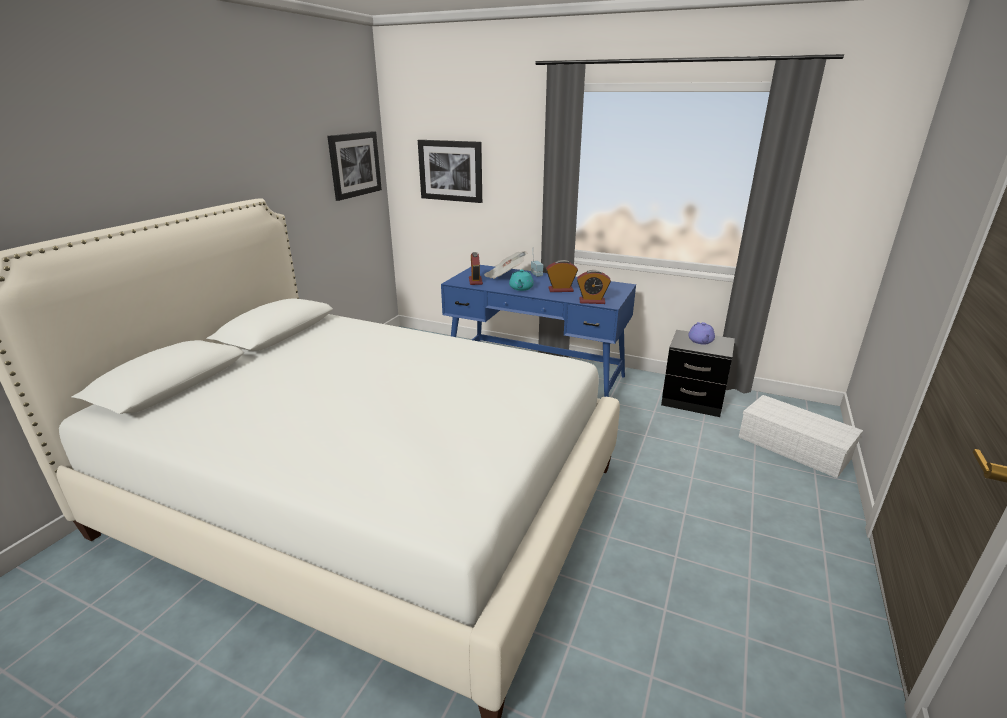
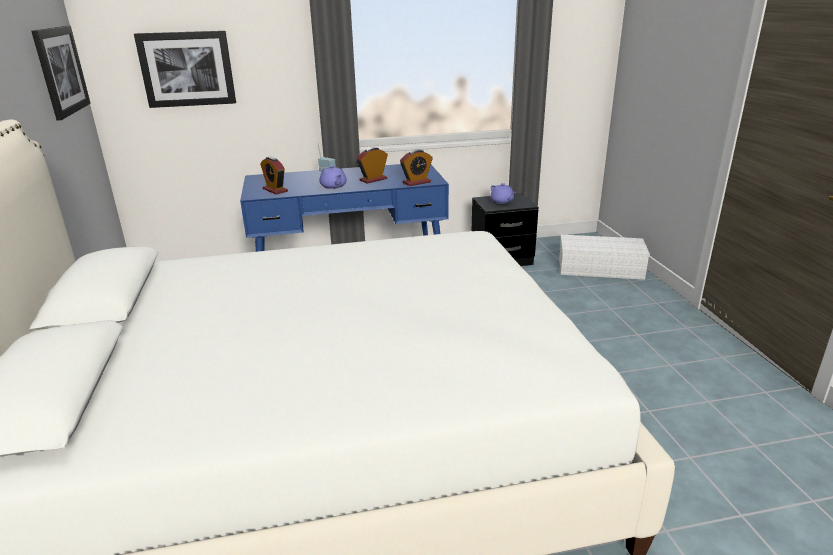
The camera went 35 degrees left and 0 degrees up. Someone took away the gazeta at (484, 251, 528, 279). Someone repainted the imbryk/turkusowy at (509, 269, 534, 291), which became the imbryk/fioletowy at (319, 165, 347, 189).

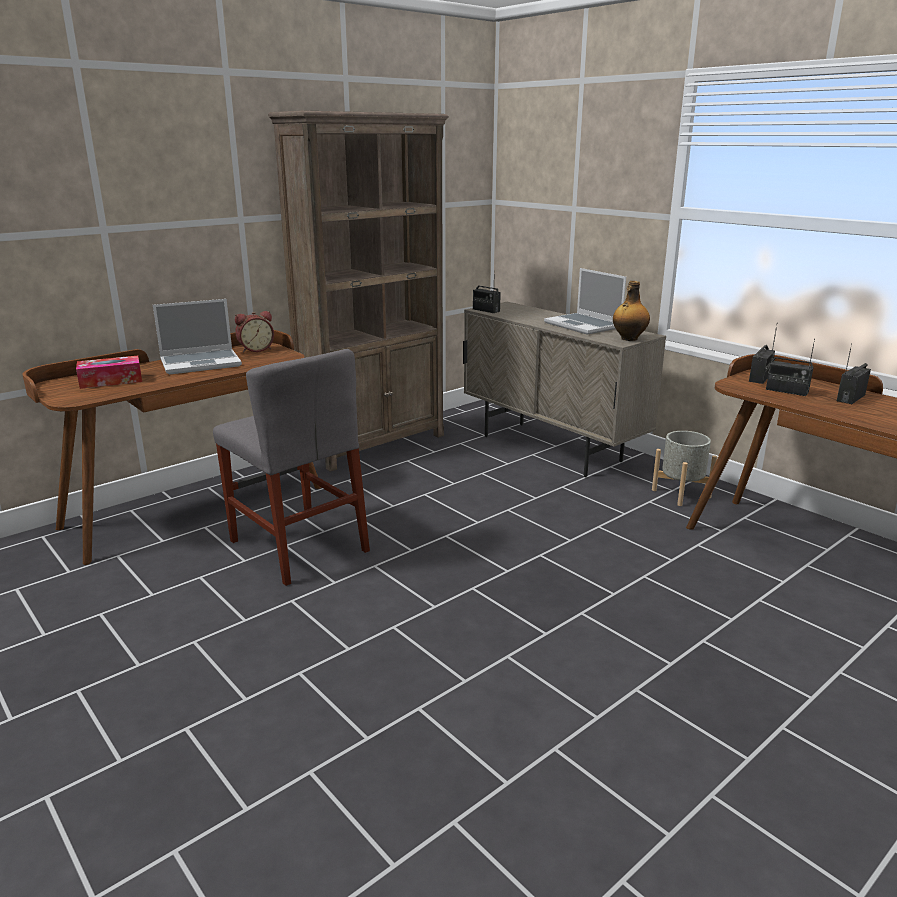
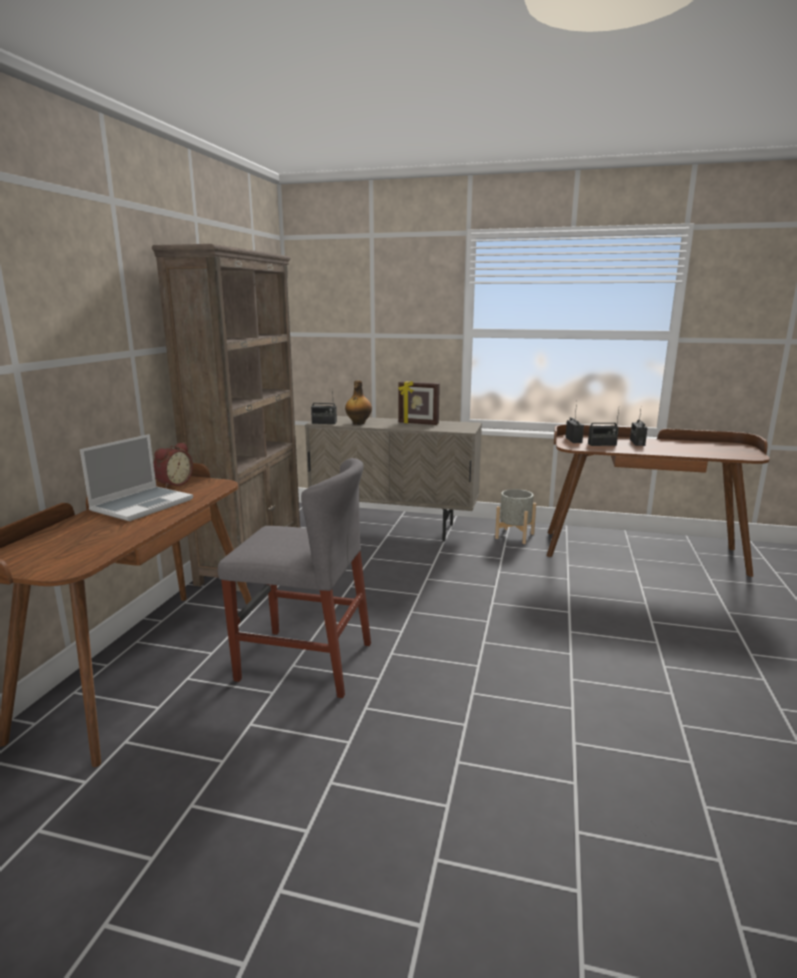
The camera went 35 degrees left and 5 degrees down. Someone took away the pudełko chusteczek at (76, 356, 142, 389). Someone swapped the laptop at (544, 268, 626, 335) for the ramka na zdjęcie at (398, 381, 440, 425). Someone carried the butelka from (613, 281, 650, 341) to (345, 380, 372, 425).

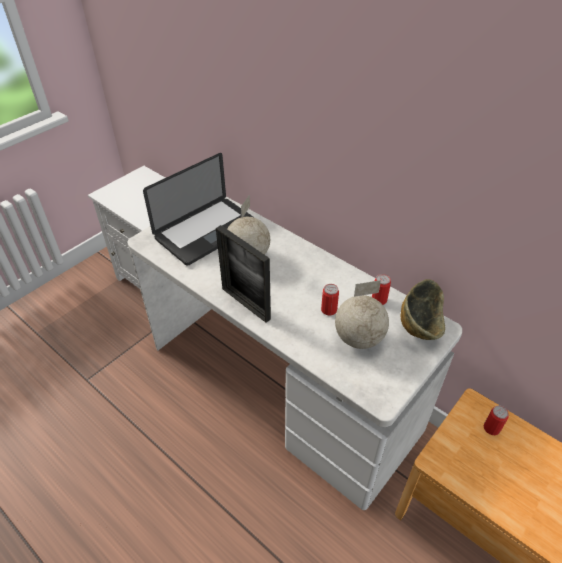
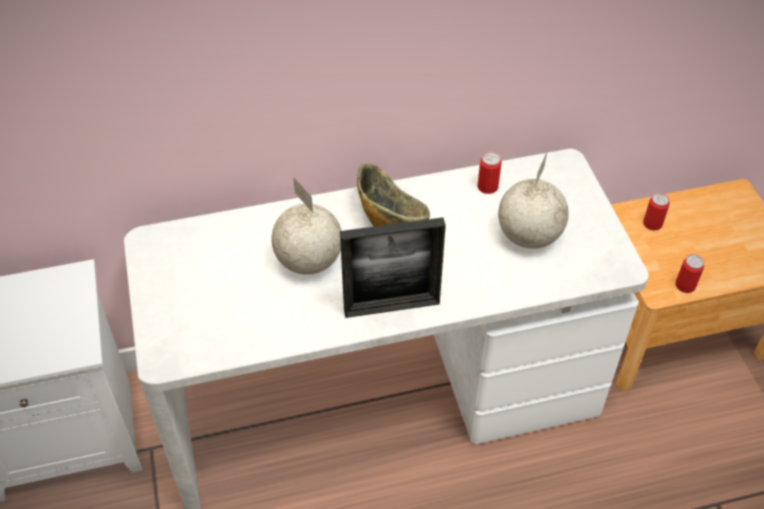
The camera went 55 degrees left and 5 degrees up. Someone took away the laptop at (143, 153, 253, 266). Someone carried the puszka from (321, 284, 339, 315) to (675, 254, 704, 293). Someone carried the miska from (401, 279, 445, 340) to (357, 163, 430, 226).

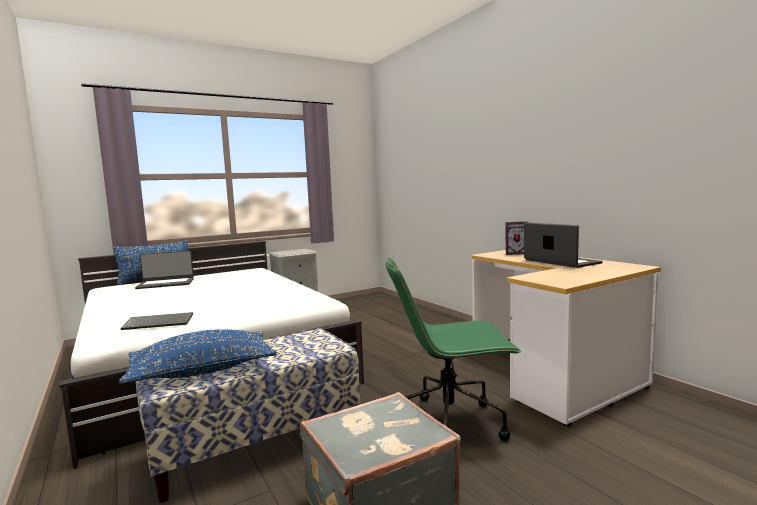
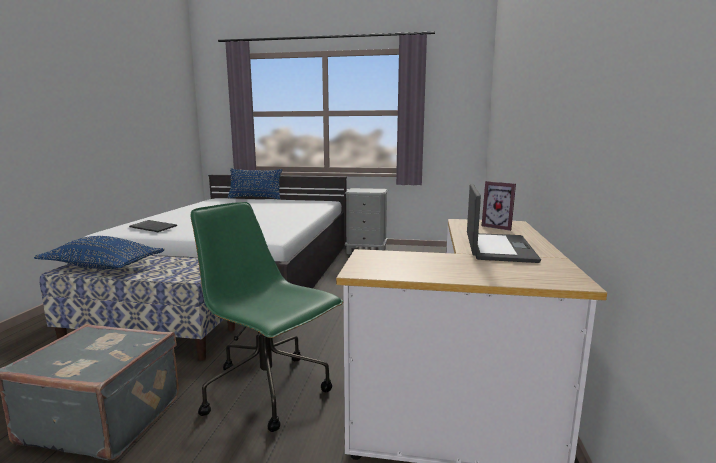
The camera went 40 degrees right and 5 degrees up. Someone took away the laptop at (135, 250, 194, 289).

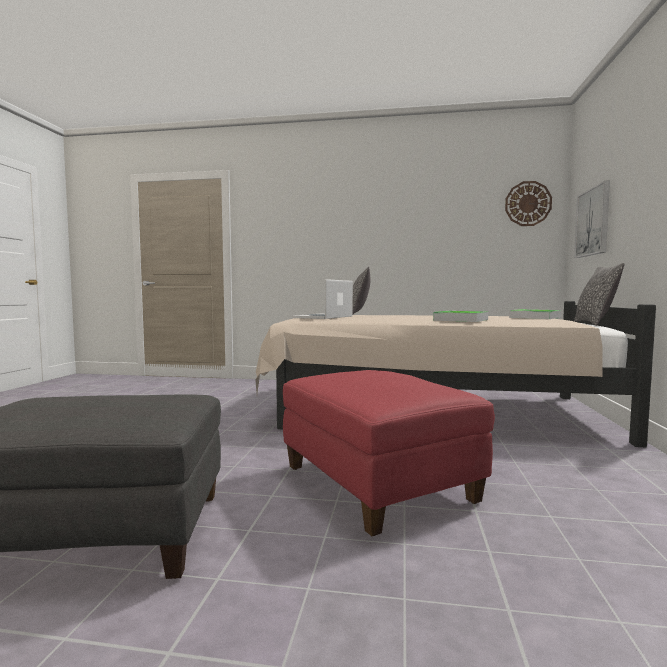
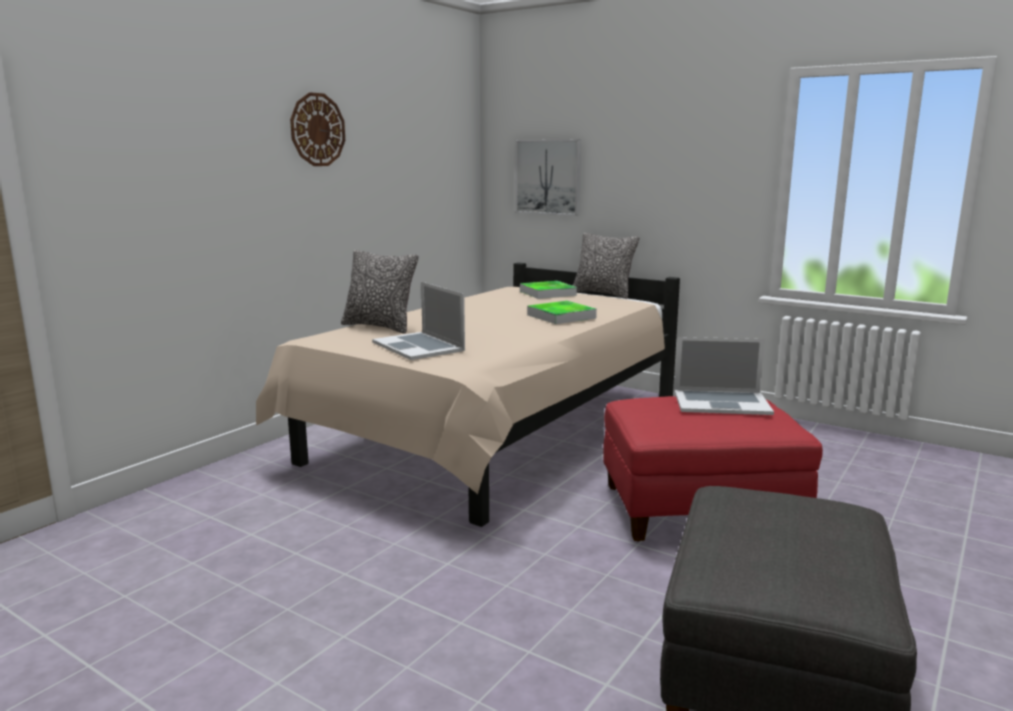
The camera went 65 degrees left and 10 degrees up. Someone carried the zegar ścienny from (505, 181, 552, 226) to (290, 92, 345, 166). Someone put down the laptop at (674, 337, 774, 415).

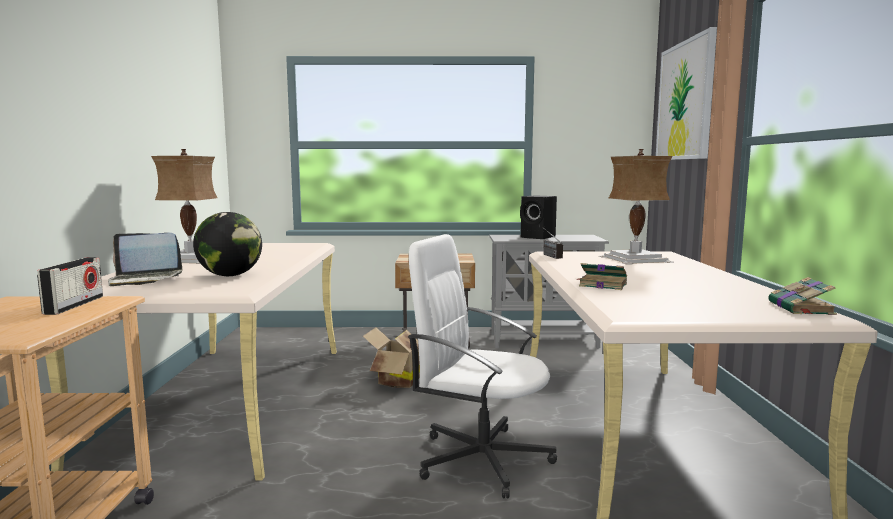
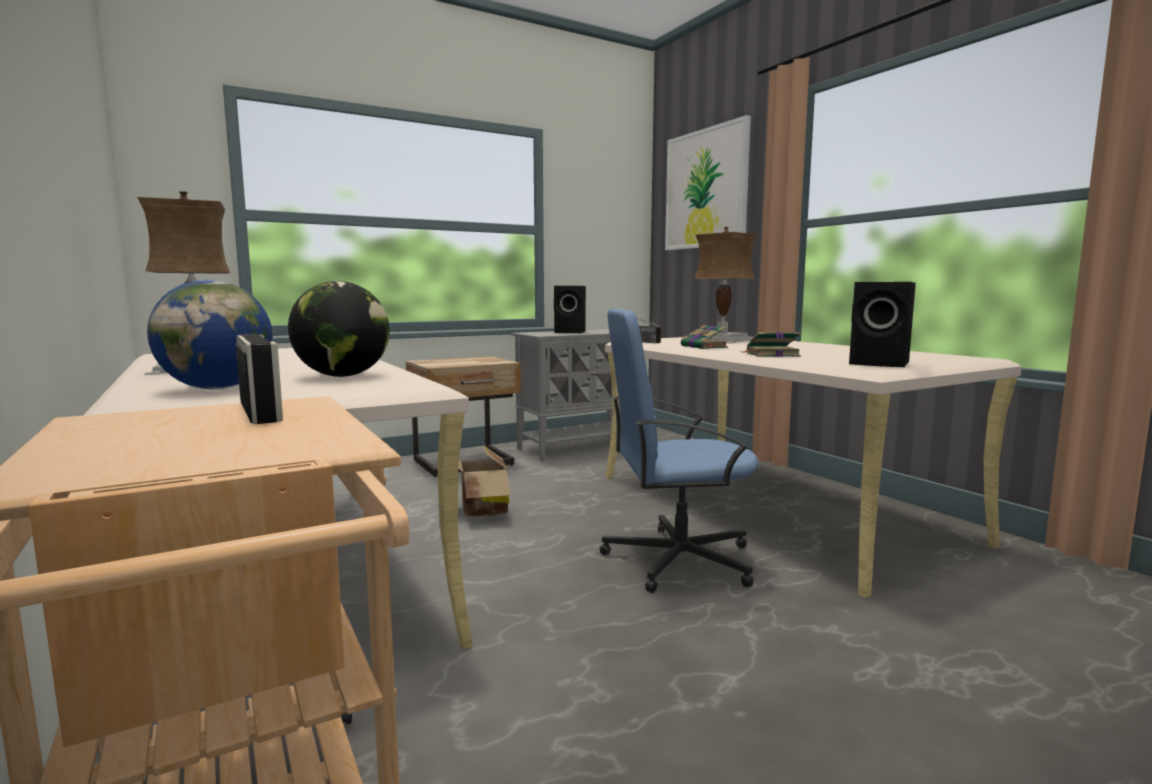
The camera went 30 degrees left and 0 degrees up. Someone swapped the laptop at (108, 233, 183, 286) for the globus at (147, 280, 273, 389). Someone repainted the krzesło biurowe/biały at (408, 234, 557, 499), which became the krzesło biurowe/niebieski at (600, 309, 758, 593). Someone carried the książka from (768, 277, 837, 315) to (681, 325, 728, 349). Someone put down the głośnik/czarny at (849, 282, 916, 367).

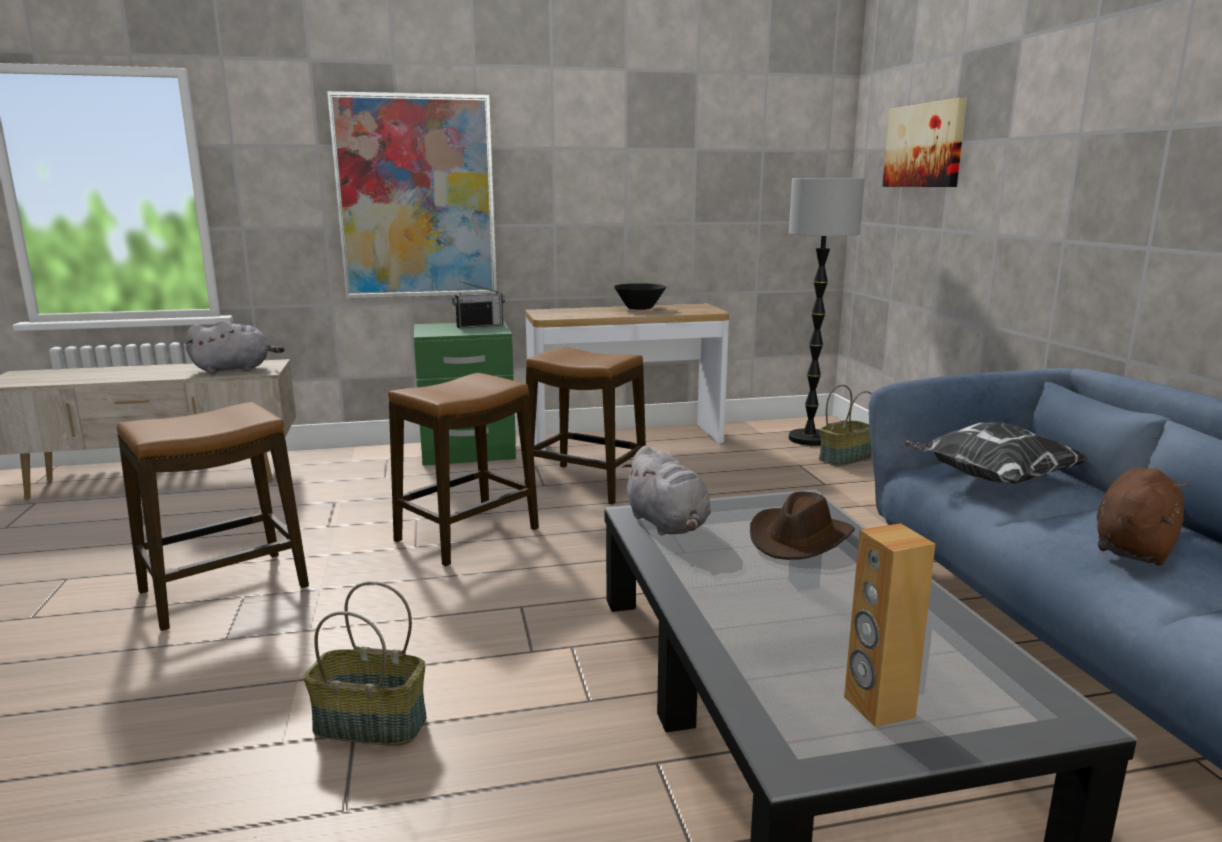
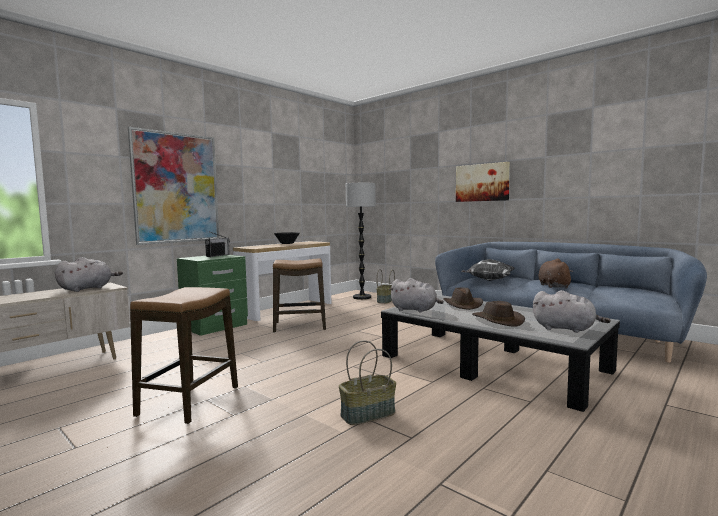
The camera went 35 degrees left and 10 degrees down. Someone took away the stołek at (388, 373, 539, 566). Someone swapped the głośnik/brązowy at (844, 523, 935, 727) for the pluszak/szary at (533, 290, 611, 333). Someone carried the obraz from (882, 98, 967, 187) to (456, 162, 510, 202). Someone put down the kapelusz/brązowy at (472, 301, 525, 326).

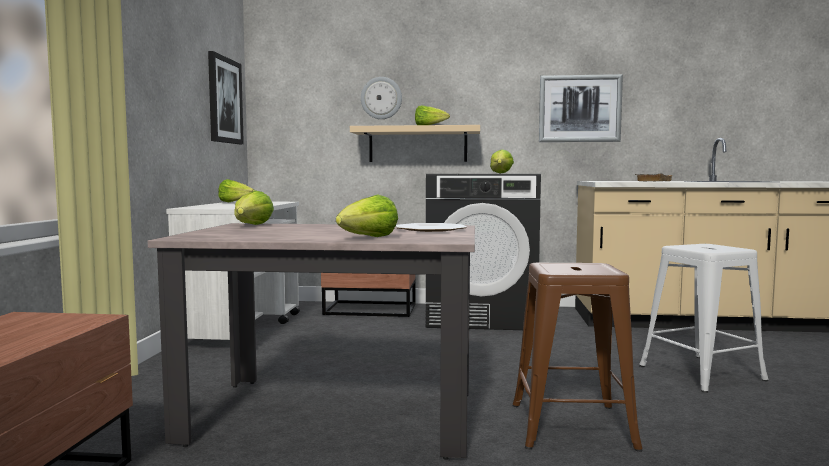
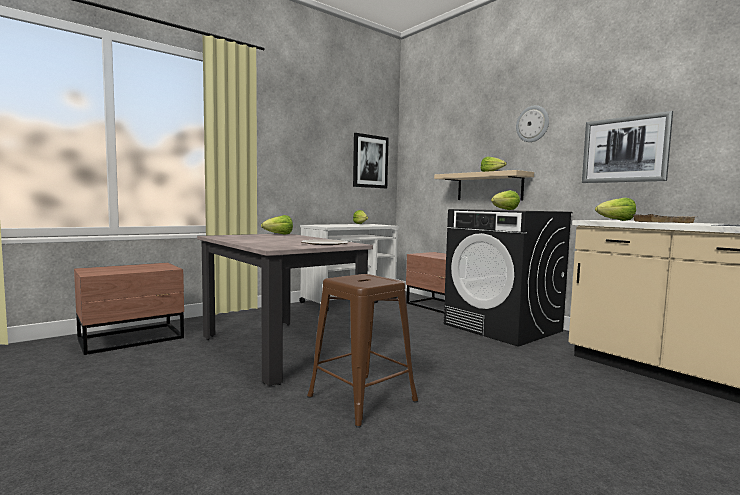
The camera went 45 degrees right and 0 degrees up. Someone carried the sałata from (336, 194, 398, 237) to (595, 197, 636, 221). Someone carried the zegar ścienny from (361, 77, 402, 119) to (516, 105, 549, 142). Someone took away the stołek/biały at (639, 244, 768, 393).

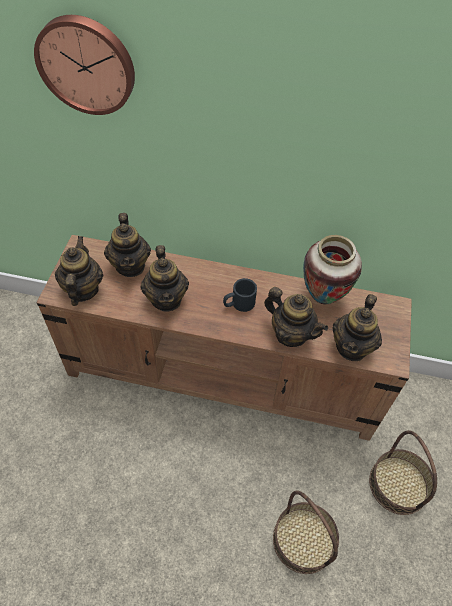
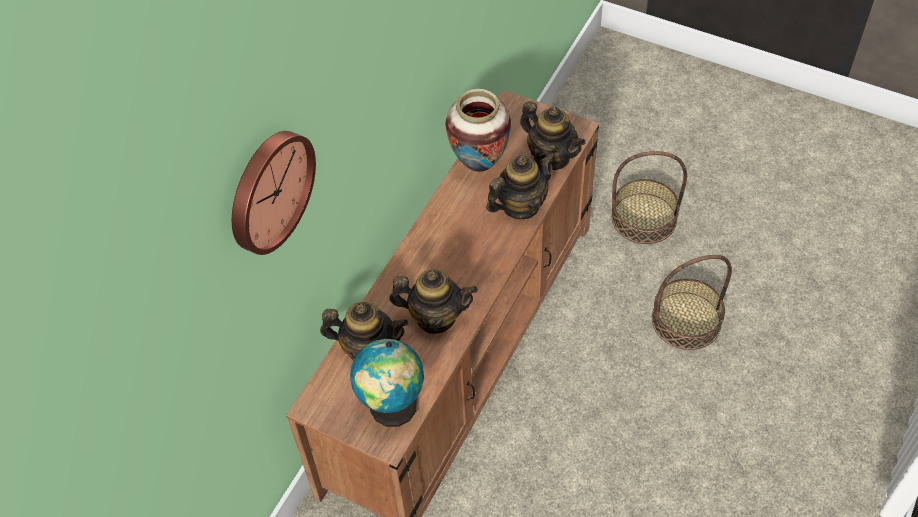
The camera went 70 degrees left and 0 degrees up. Someone swapped the imbryk at (55, 236, 103, 306) for the globus at (350, 339, 424, 427). Someone took away the kubek/czarny at (223, 278, 257, 312).

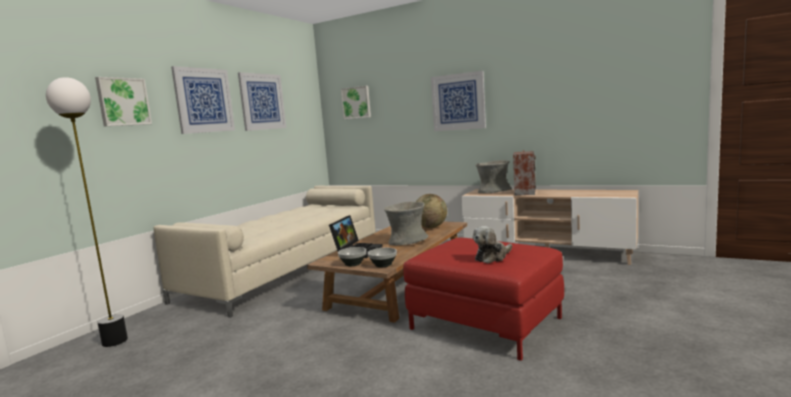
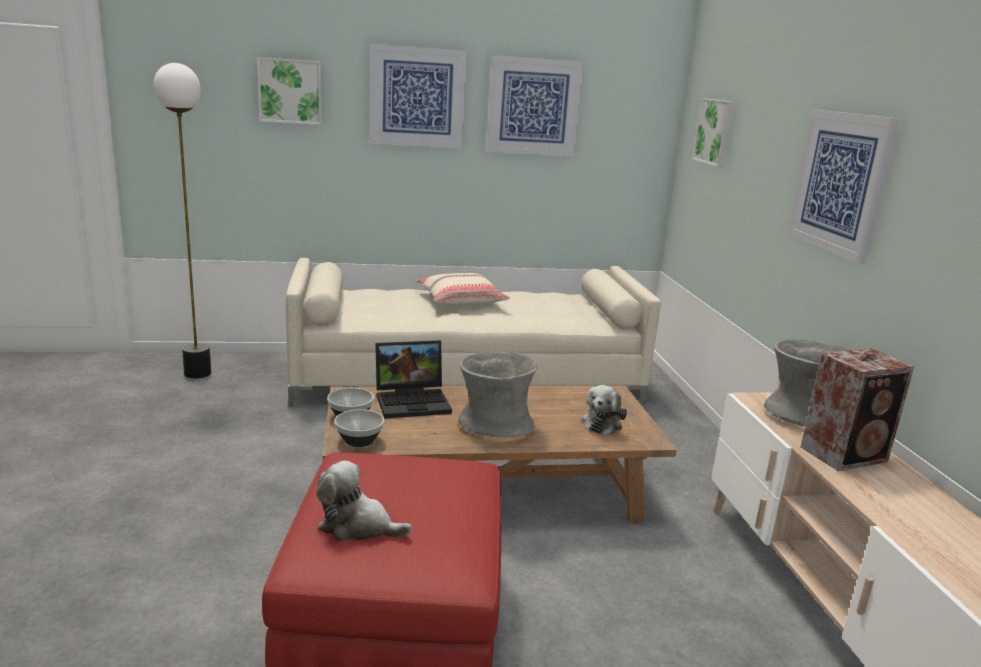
The camera went 50 degrees right and 10 degrees up. Someone swapped the globus at (416, 194, 447, 228) for the pluszak at (581, 385, 627, 435). Someone put down the poduszka/beżowy at (416, 273, 510, 306).

